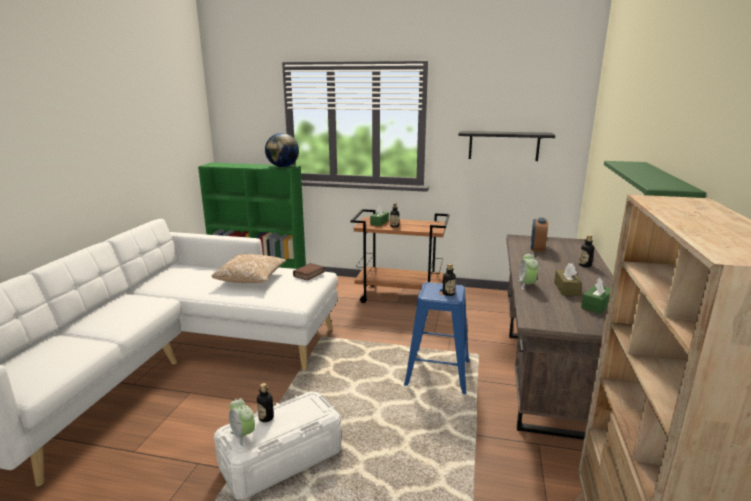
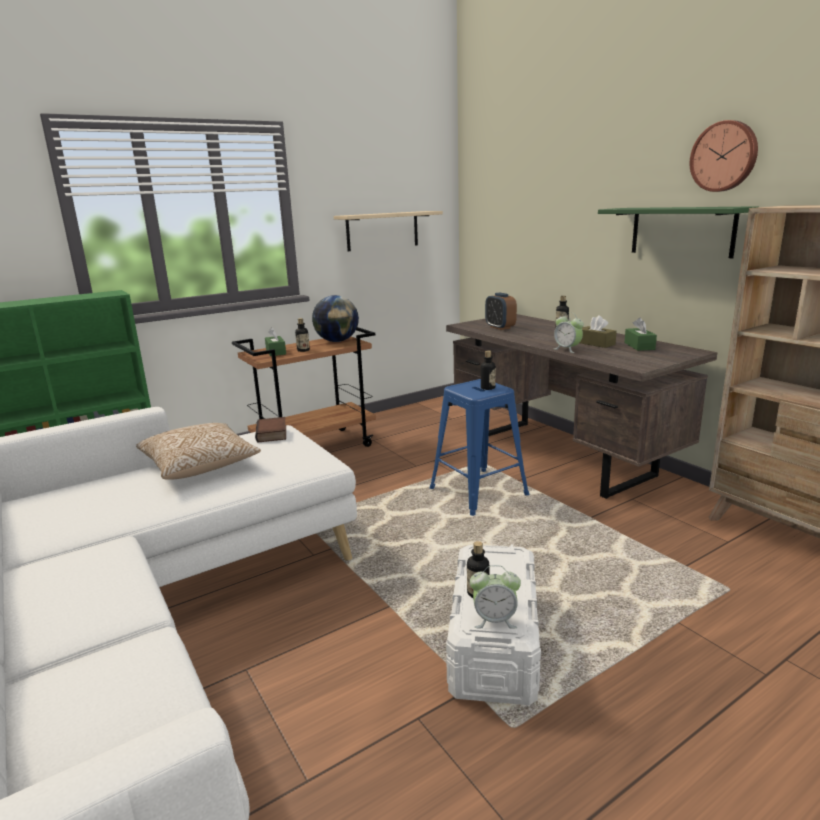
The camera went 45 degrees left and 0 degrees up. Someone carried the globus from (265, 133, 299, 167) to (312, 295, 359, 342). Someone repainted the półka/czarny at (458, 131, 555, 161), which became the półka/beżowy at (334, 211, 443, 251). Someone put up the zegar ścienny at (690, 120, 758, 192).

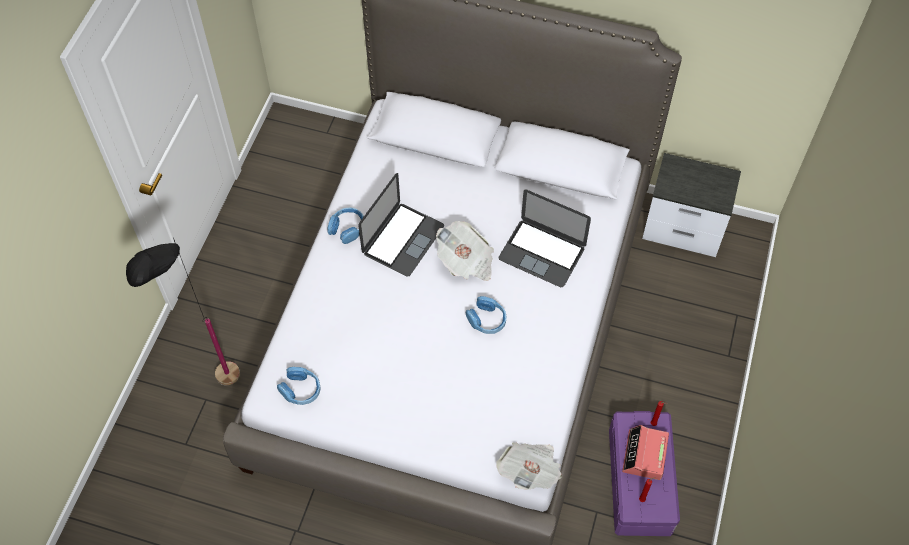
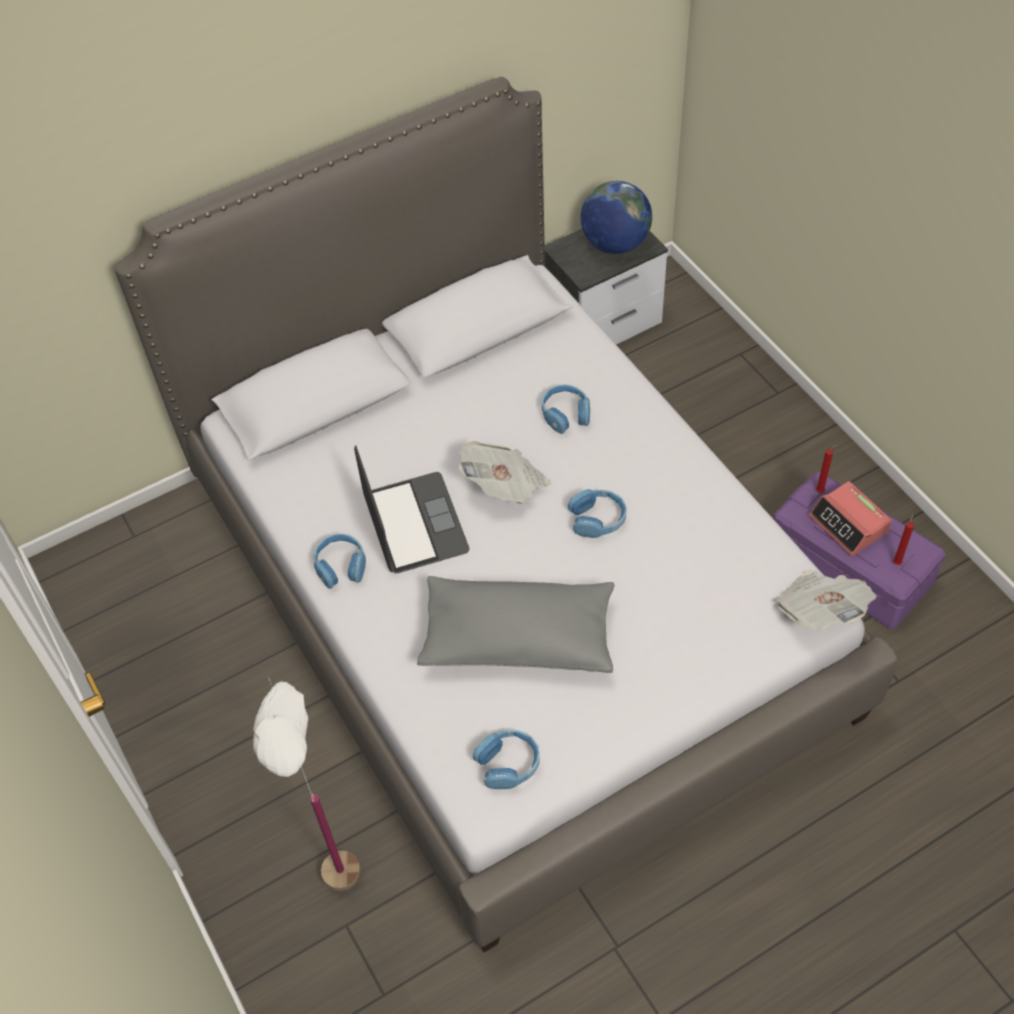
The camera went 45 degrees left and 5 degrees down. Someone repainted the lampa stojąca/czarny at (126, 238, 240, 385), which became the lampa stojąca/biały at (253, 677, 361, 891). Someone swapped the laptop at (499, 190, 591, 287) for the słuchawki/niebieski at (542, 385, 590, 434). Someone put down the poduszka/szary at (417, 576, 614, 673). Someone put down the globus at (580, 181, 652, 254).

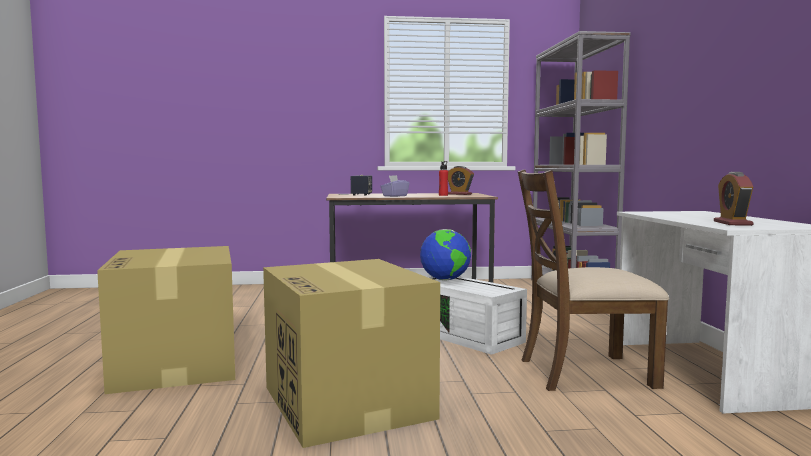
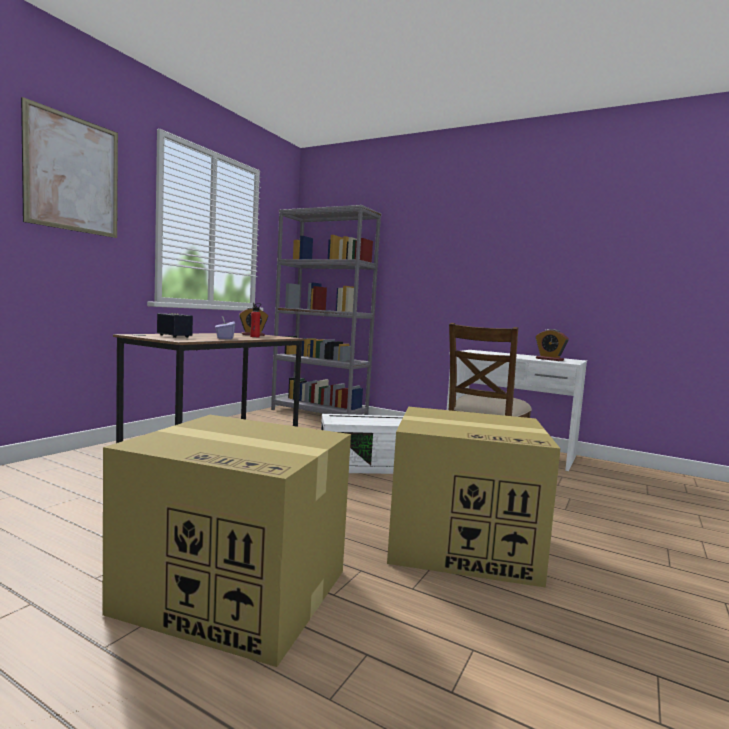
The camera went 55 degrees left and 0 degrees up. Someone took away the globus at (420, 229, 471, 281). Someone put up the obraz at (21, 97, 118, 238).

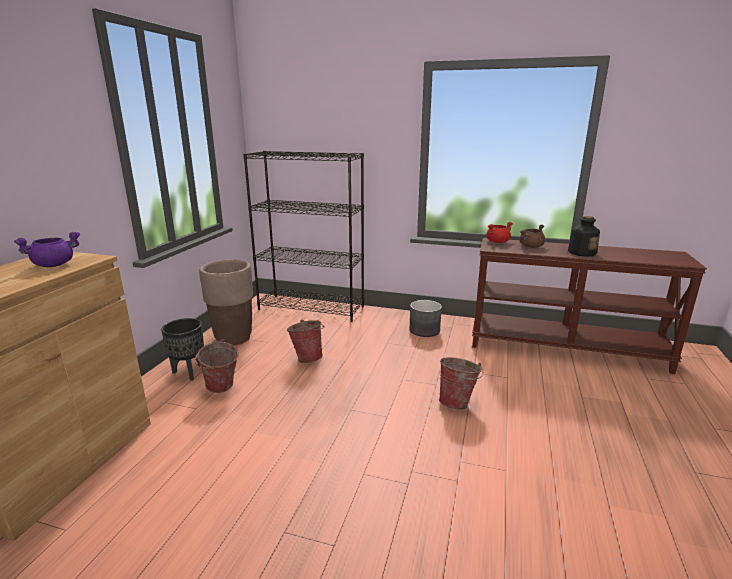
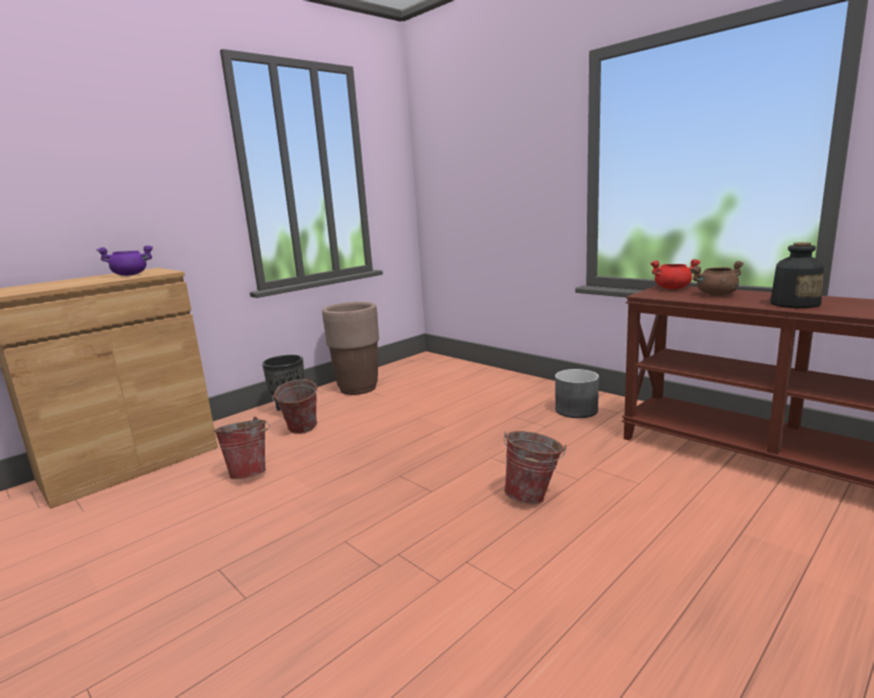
The camera went 30 degrees right and 5 degrees down. Someone took away the regał/czarny at (243, 151, 364, 322). Someone carried the wiadro from (287, 320, 324, 363) to (214, 417, 270, 479).

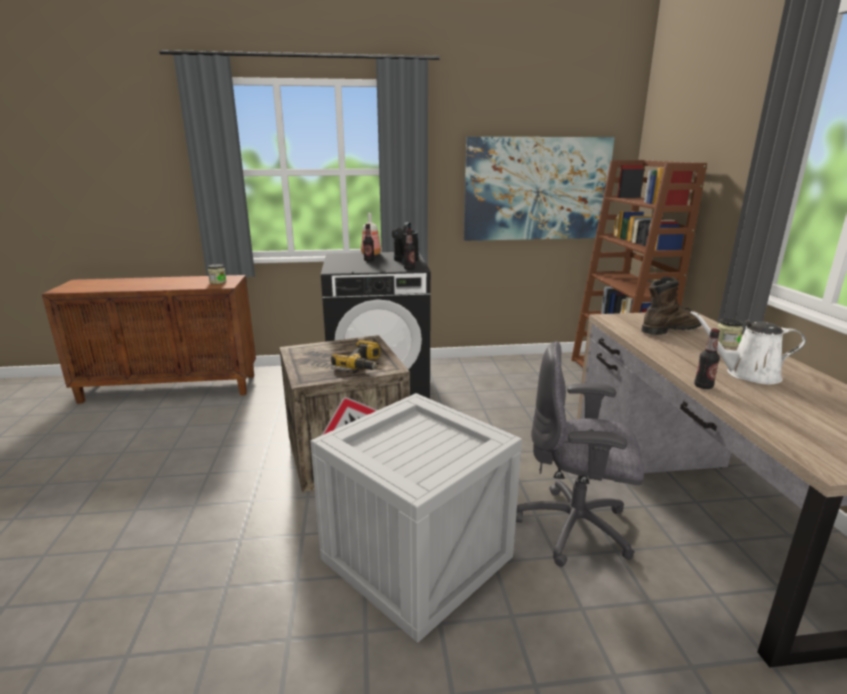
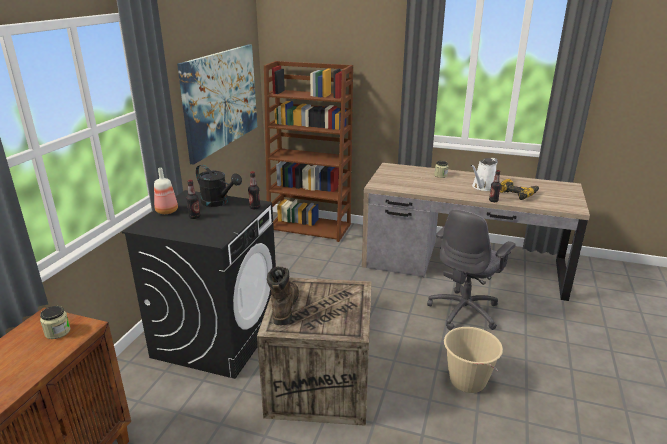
The camera went 65 degrees left and 5 degrees up. Someone swapped the skrzynka at (310, 393, 522, 643) for the wiadro/beżowy at (444, 327, 503, 393). Someone carried the wiertarka from (331, 340, 381, 370) to (500, 179, 539, 200). Someone carried the but z cholewką/brązowy from (641, 277, 702, 335) to (267, 266, 299, 326).

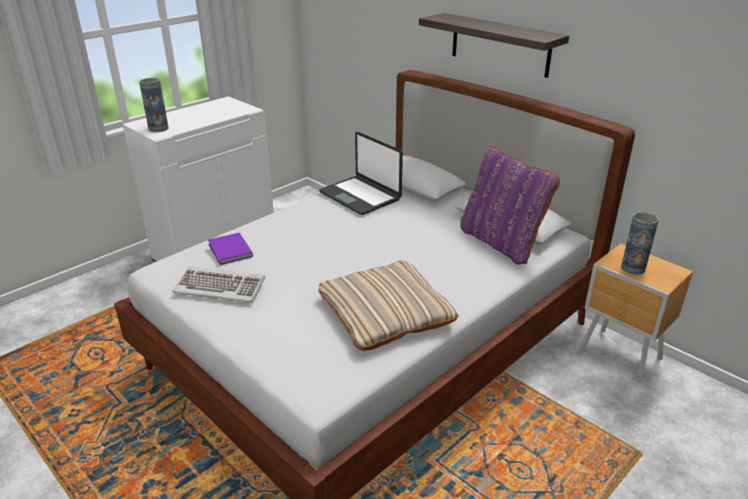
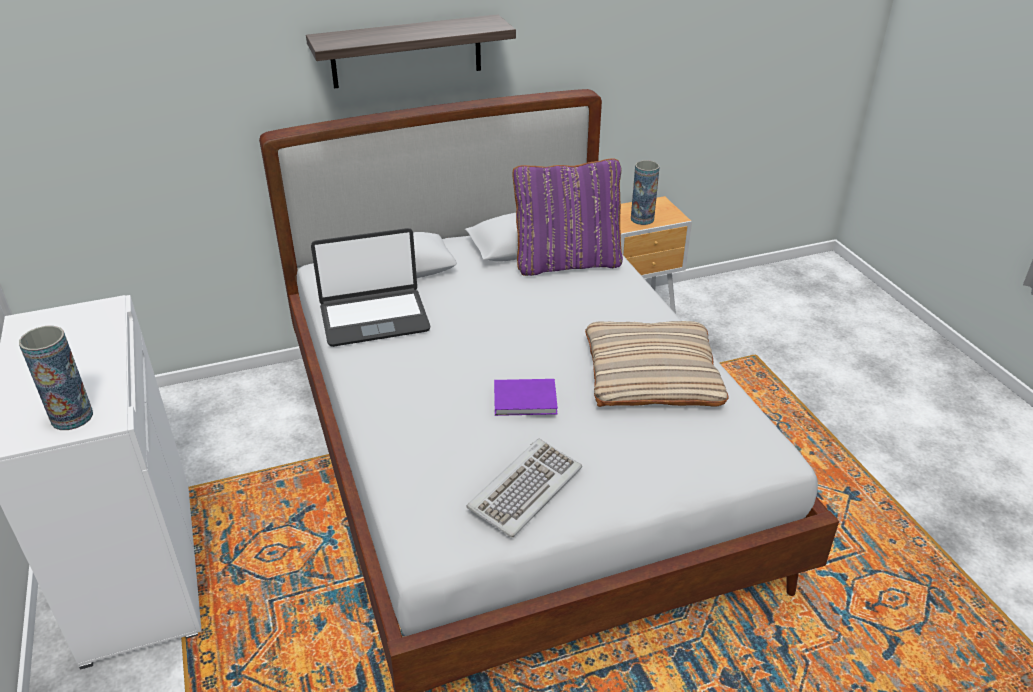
The camera went 65 degrees left and 5 degrees up. Someone carried the książka/fioletowy from (208, 232, 253, 265) to (494, 379, 558, 416).

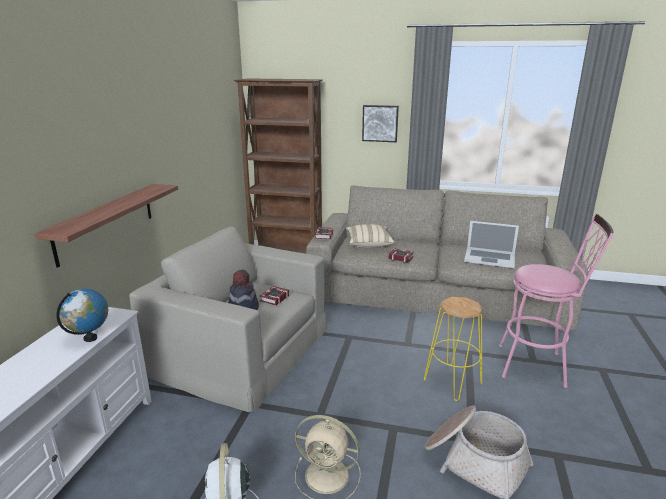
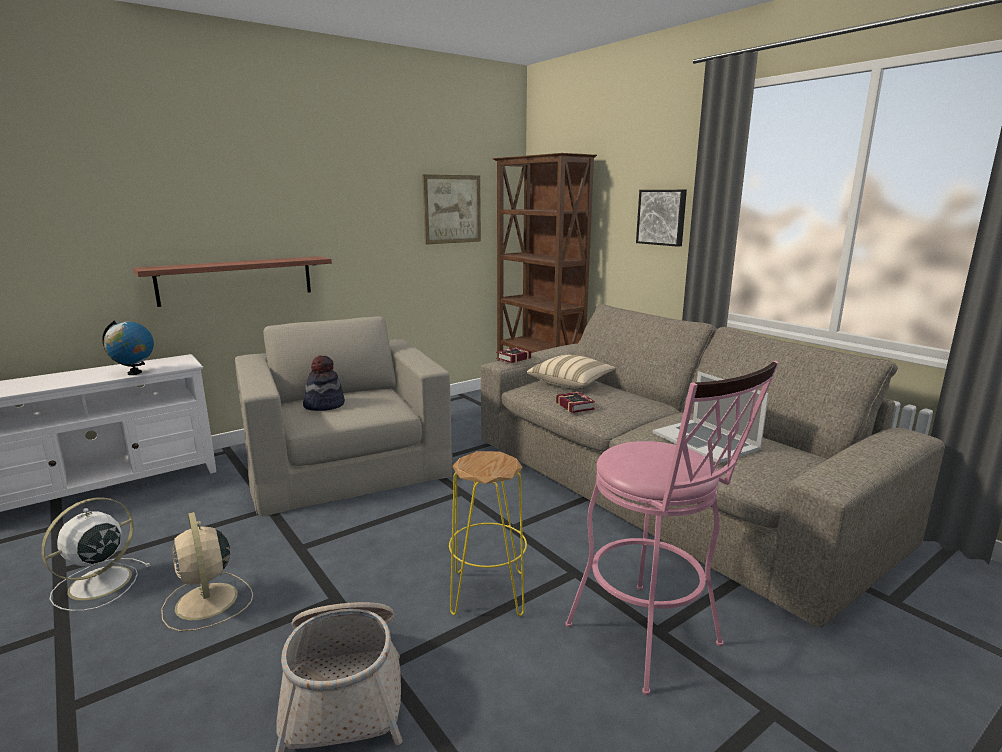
The camera went 40 degrees right and 5 degrees down. Someone took away the książka at (260, 286, 289, 306). Someone put up the obraz at (422, 174, 481, 245).

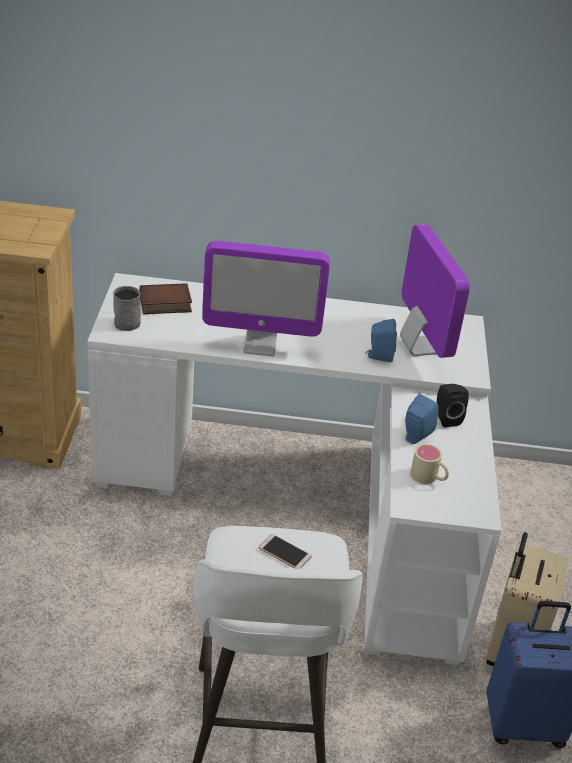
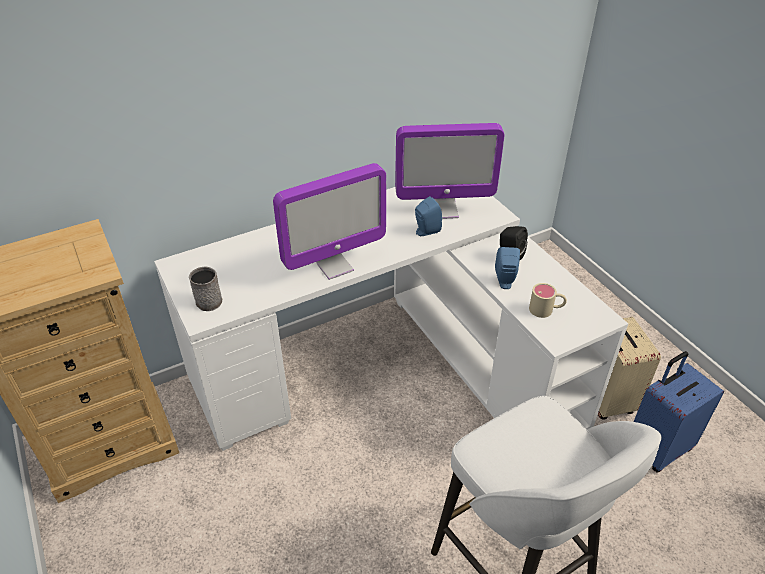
The camera went 30 degrees left and 5 degrees up. Someone took away the książka at (140, 283, 192, 314). Someone took away the telefon at (259, 534, 312, 569). Someone rotated the monitor at (400, 224, 470, 358) by 135 degrees clockwise.

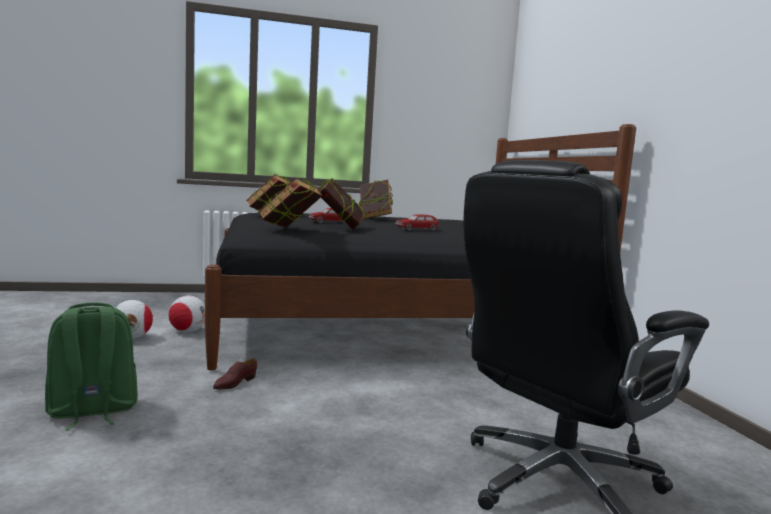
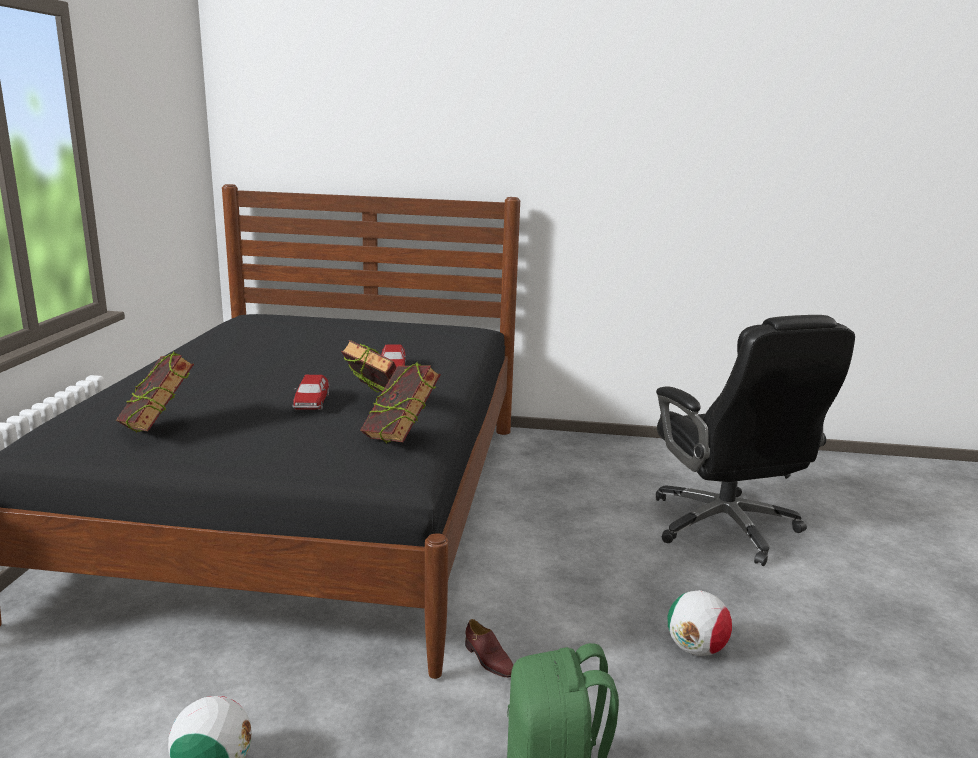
The camera went 70 degrees left and 10 degrees up. Someone carried the piłka futbolowa from (168, 295, 205, 333) to (668, 590, 732, 656). Someone took away the książka at (359, 180, 393, 219).

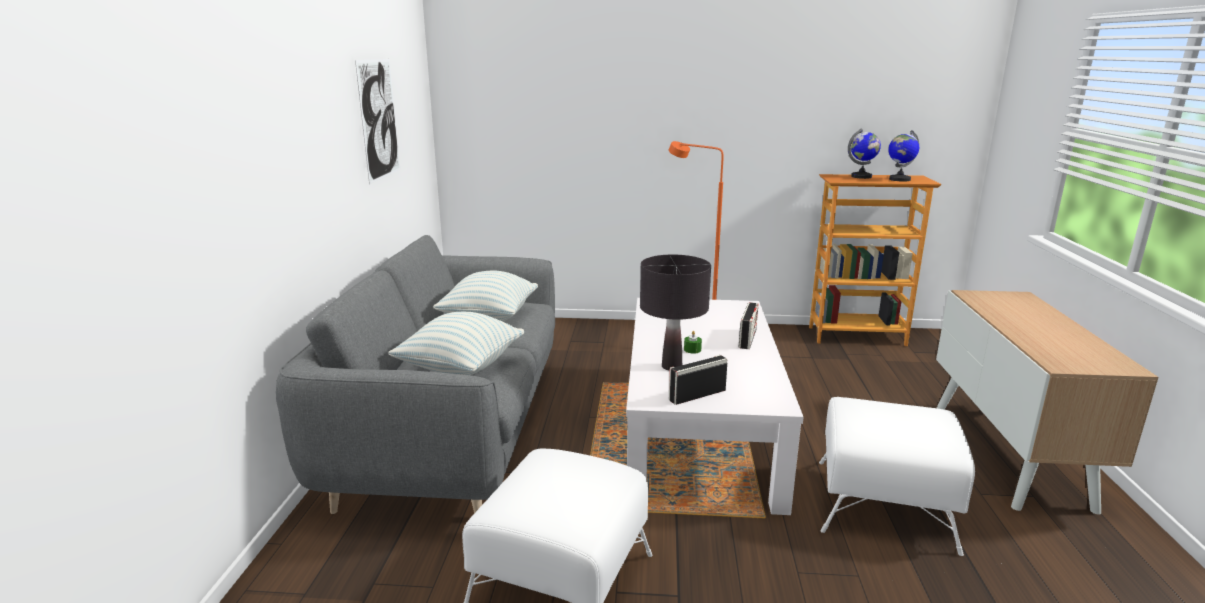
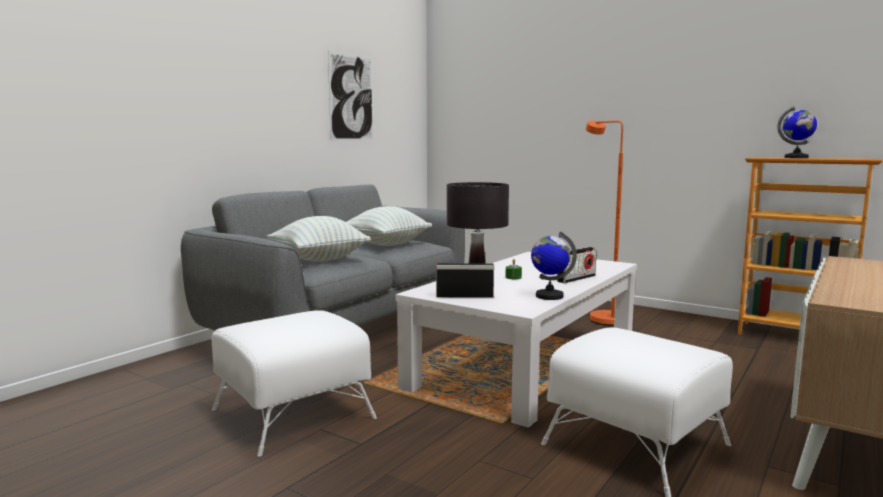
The camera went 30 degrees right and 10 degrees down. Someone carried the globus from (888, 130, 919, 182) to (531, 232, 577, 300).

